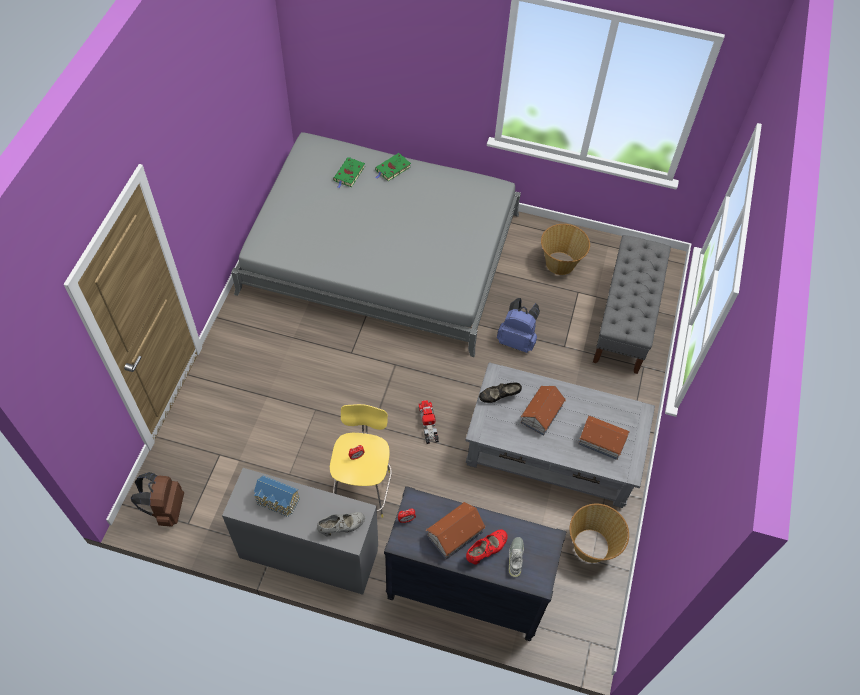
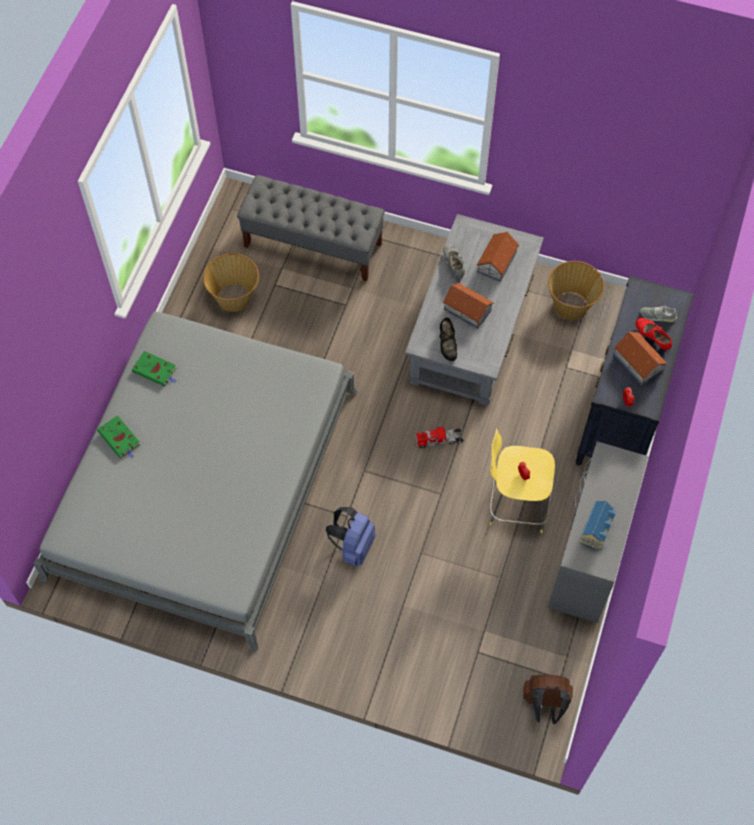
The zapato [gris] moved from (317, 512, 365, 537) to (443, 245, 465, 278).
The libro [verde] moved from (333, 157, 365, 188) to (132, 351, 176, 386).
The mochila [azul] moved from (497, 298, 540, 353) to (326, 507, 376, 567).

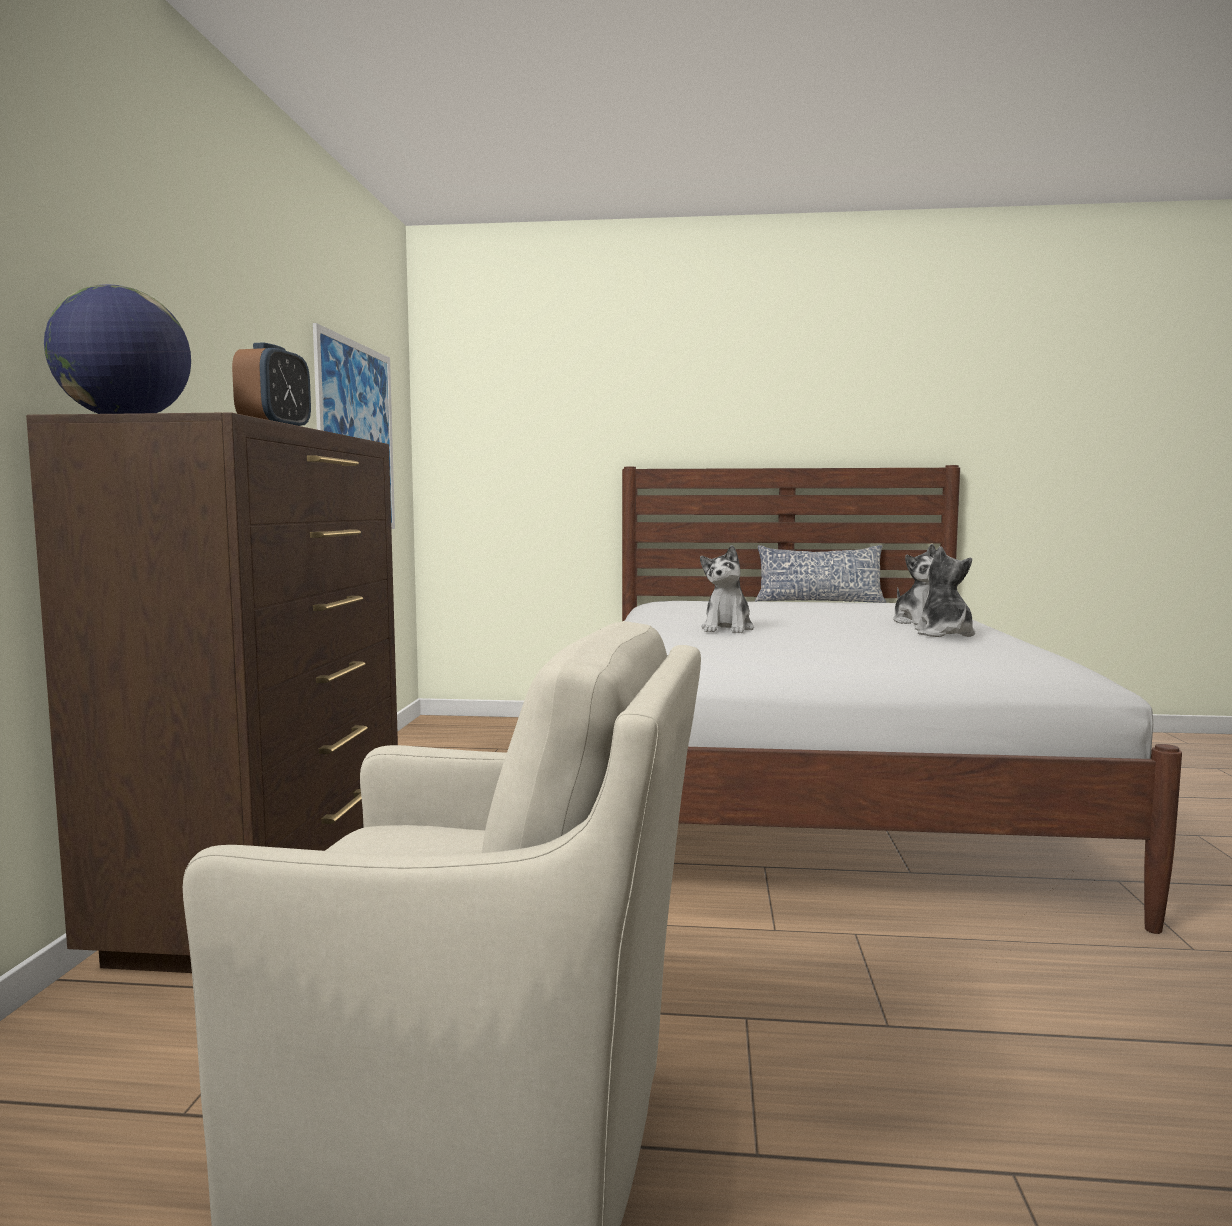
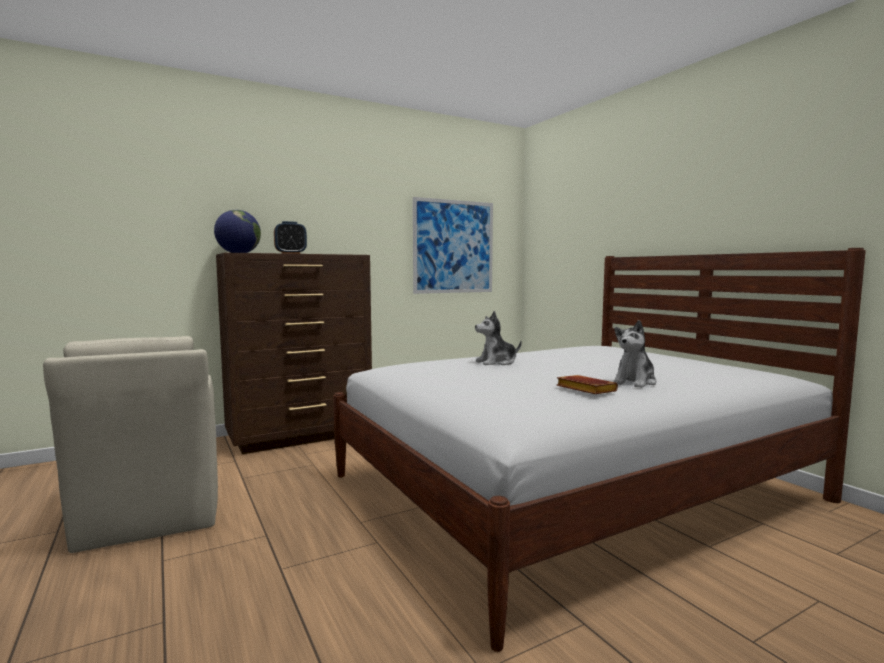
The cojín at (755, 545, 886, 603) disappeared.
The peluche at (915, 546, 975, 637) was replaced by the libro [marrón] at (557, 375, 618, 394).

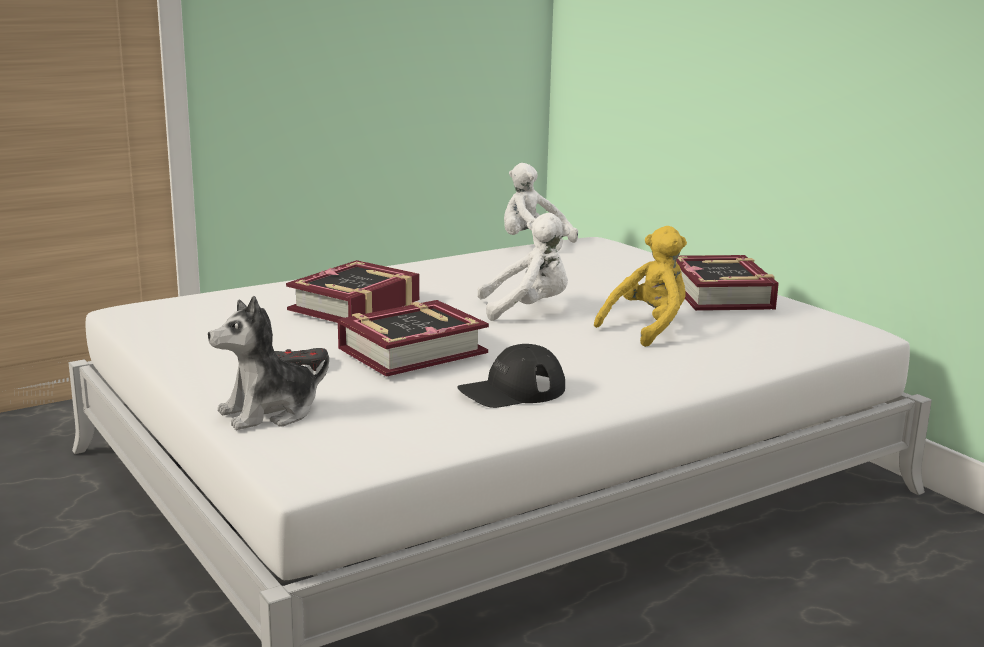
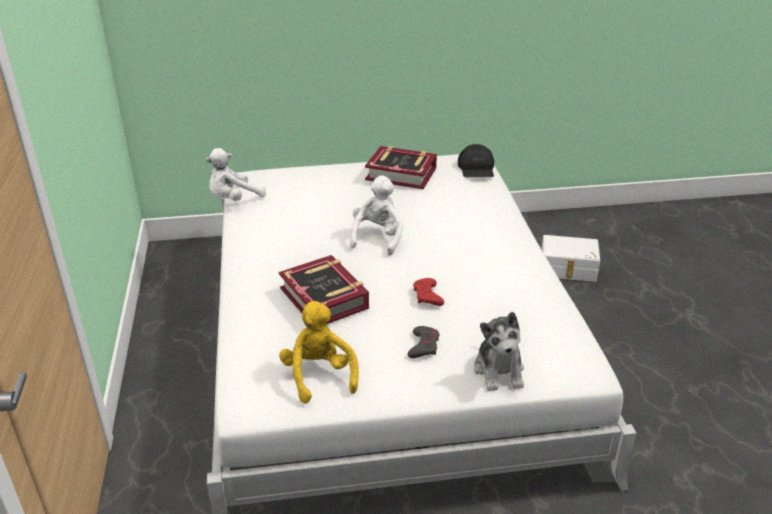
The libro at (338, 300, 489, 377) was replaced by the mando de consola [rojo] at (413, 278, 444, 306).
The gorra [negro] moved from (457, 344, 565, 408) to (458, 144, 494, 178).
The peluche [amarillo] moved from (594, 226, 687, 347) to (279, 301, 359, 404).
The caja de almacenaje [blanco] at (541, 235, 600, 282) appeared.

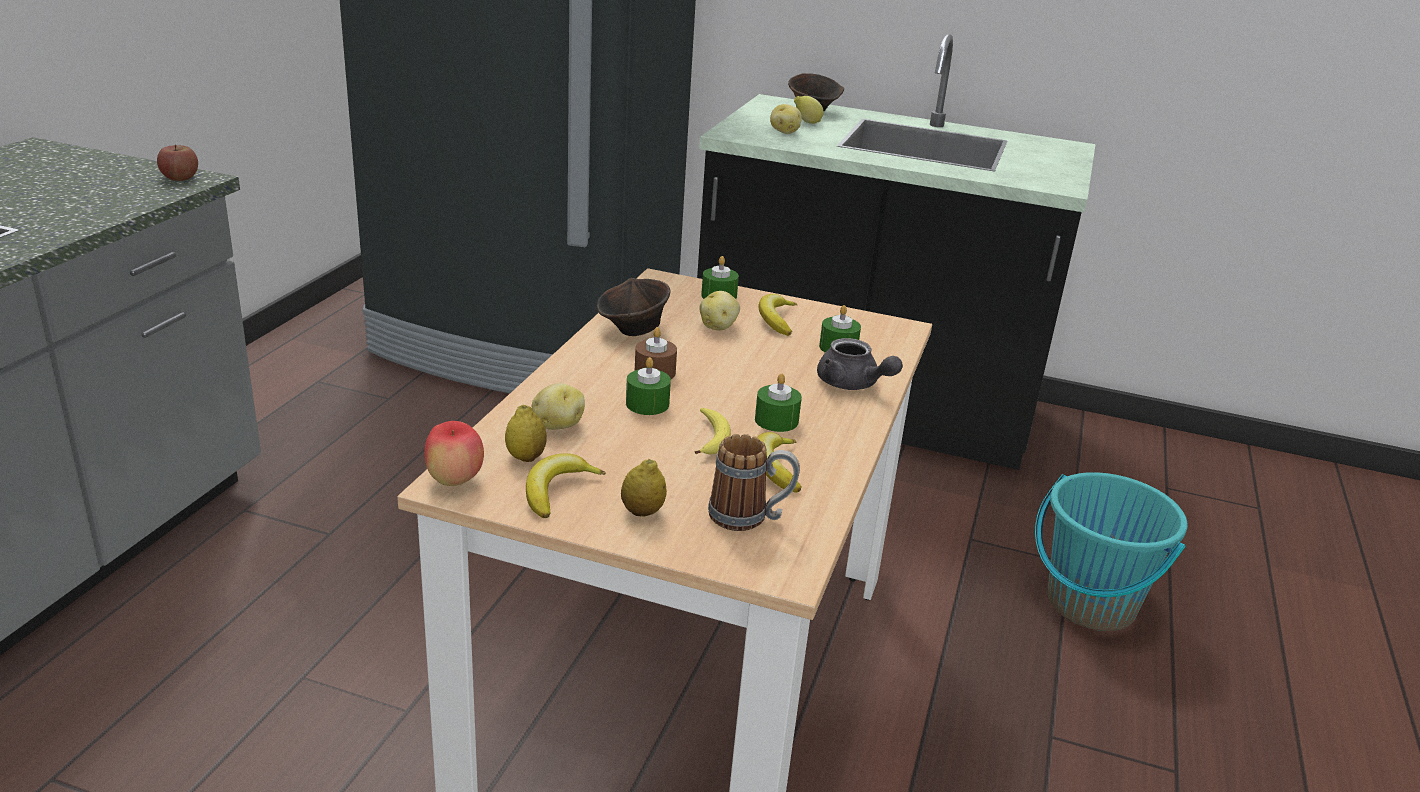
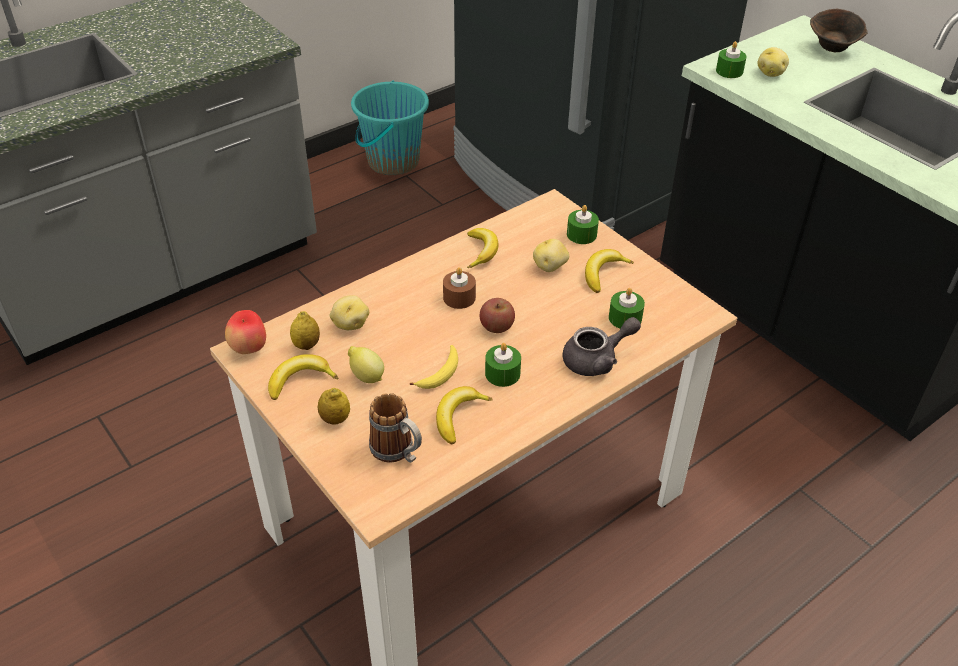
The manzana moved from (157, 145, 198, 181) to (480, 298, 515, 333).
The cuenco [marrón] at (597, 278, 670, 336) was replaced by the plátano at (467, 228, 499, 268).
The vela [verde] moved from (626, 357, 671, 415) to (716, 41, 747, 78).
The limón moved from (794, 96, 823, 124) to (348, 346, 384, 383).
The tetera [gris] at (817, 338, 903, 390) turned 105 degrees counterclockwise.
The cubo [turquesa] moved from (1035, 472, 1188, 631) to (351, 81, 429, 175).

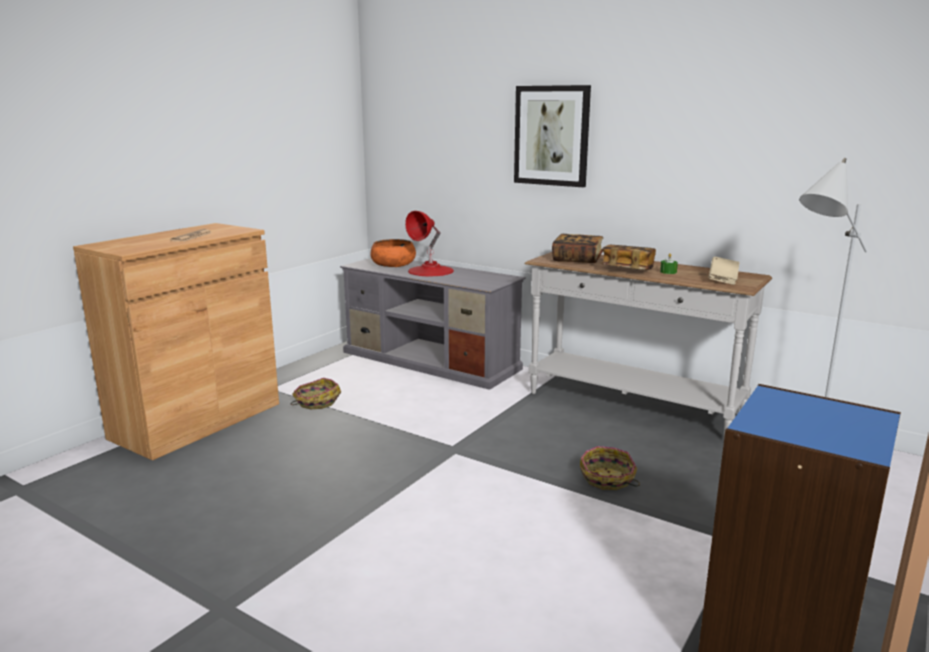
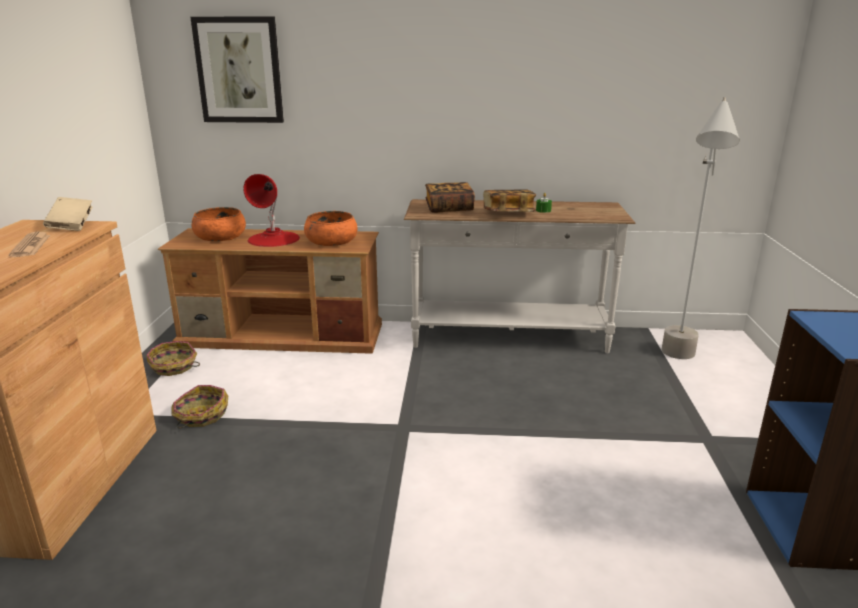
The mueble de televisión [gris] at (340, 258, 526, 390) became the mueble de televisión [marrón] at (158, 228, 382, 354).
The cuadro moved from (514, 85, 591, 187) to (190, 17, 284, 123).
The cesta moved from (580, 446, 640, 490) to (146, 341, 200, 376).
The libro [beis] moved from (709, 257, 740, 285) to (43, 197, 92, 231).
The cuenco [naranja] at (304, 211, 358, 246) appeared.

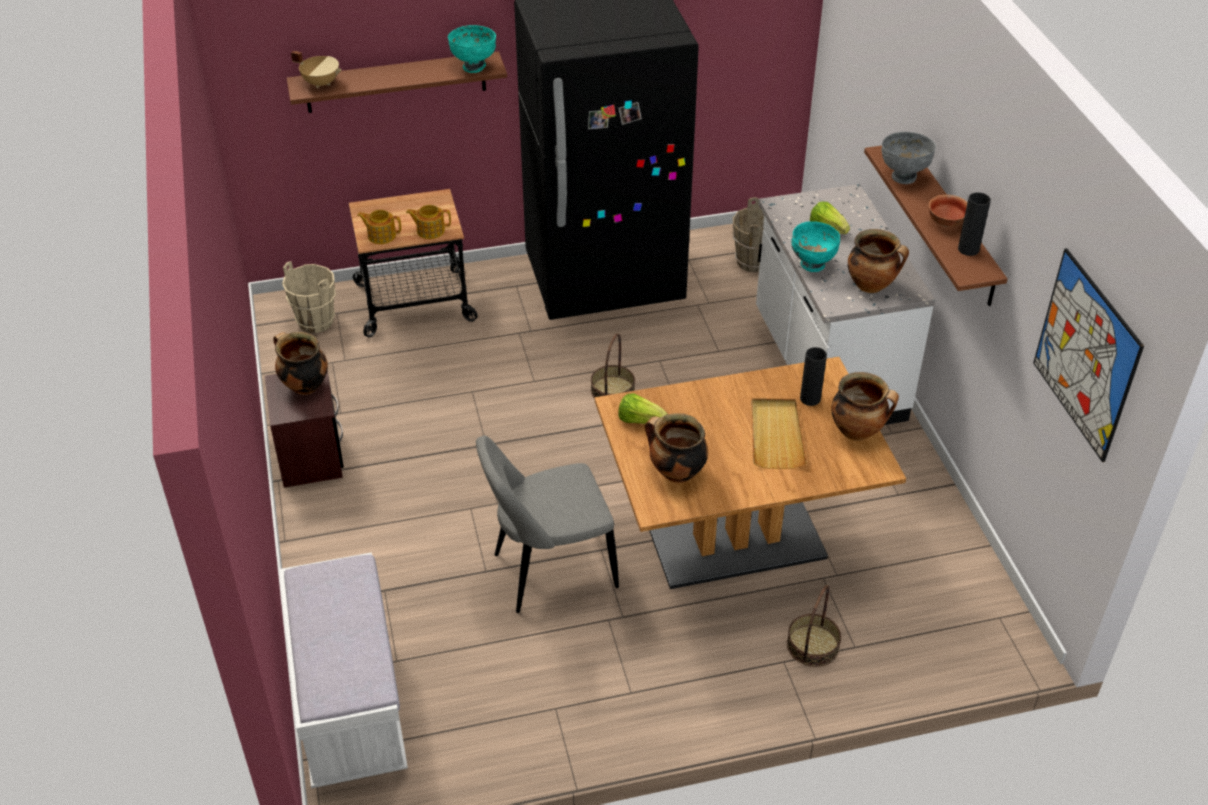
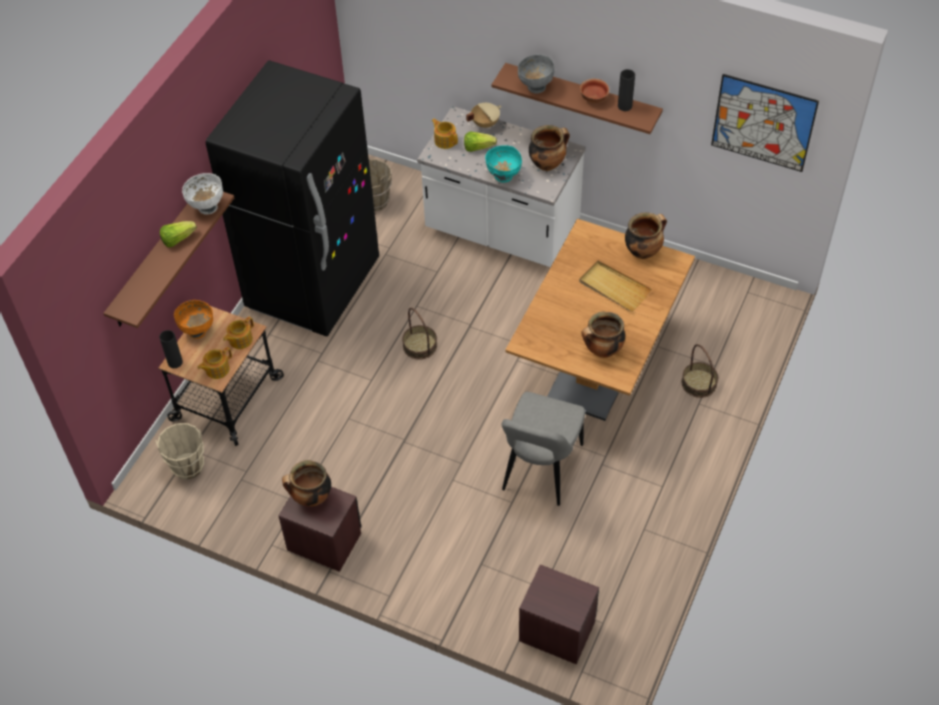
The banco [blanco] at (280, 552, 408, 788) was replaced by the mesita de noche [marrón] at (519, 564, 599, 664).
The olla [beis] moved from (291, 51, 342, 88) to (466, 103, 501, 128).
The cuenco [turquesa] at (448, 25, 496, 73) became the cuenco [blanco] at (182, 173, 223, 215).
The lechuga moved from (618, 393, 668, 424) to (160, 221, 197, 248).
The florero [negro] moved from (800, 347, 827, 406) to (159, 330, 183, 368).
The cuenco [naranja] at (174, 300, 213, 339) appeared.
The tetera at (432, 119, 458, 149) appeared.

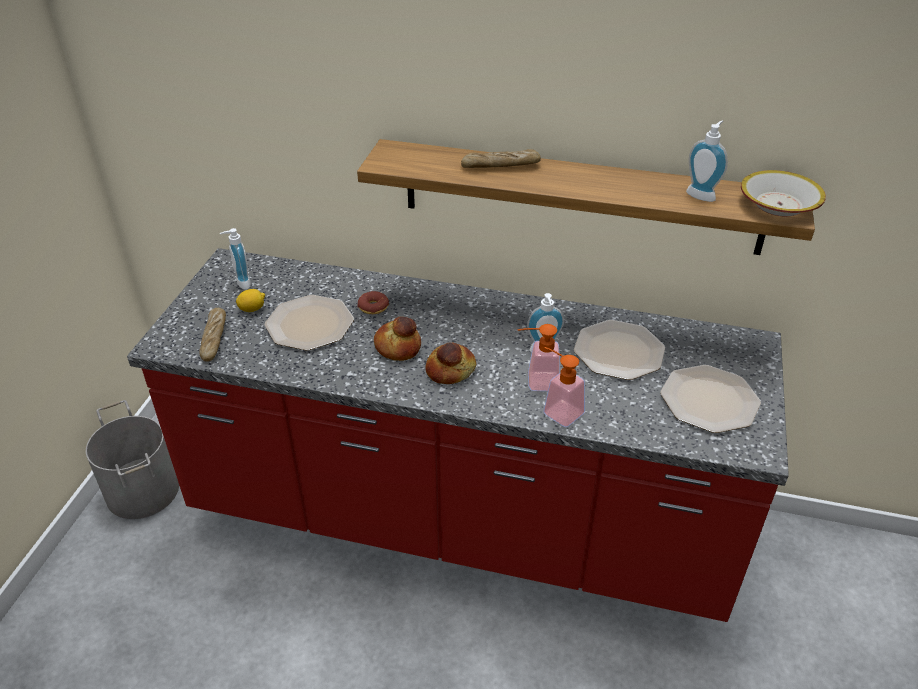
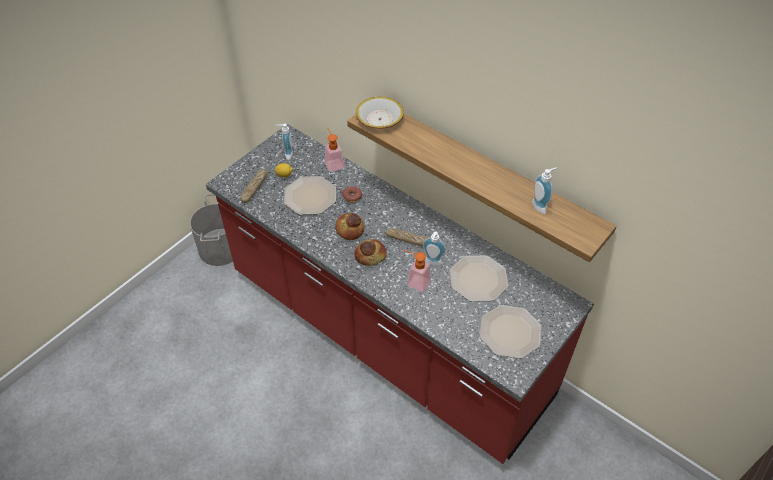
The pan moved from (461, 149, 541, 168) to (385, 228, 428, 246).
The dispensador de jabón moved from (543, 347, 585, 427) to (325, 128, 345, 172).
The cuenco moved from (741, 170, 826, 217) to (356, 97, 404, 129).

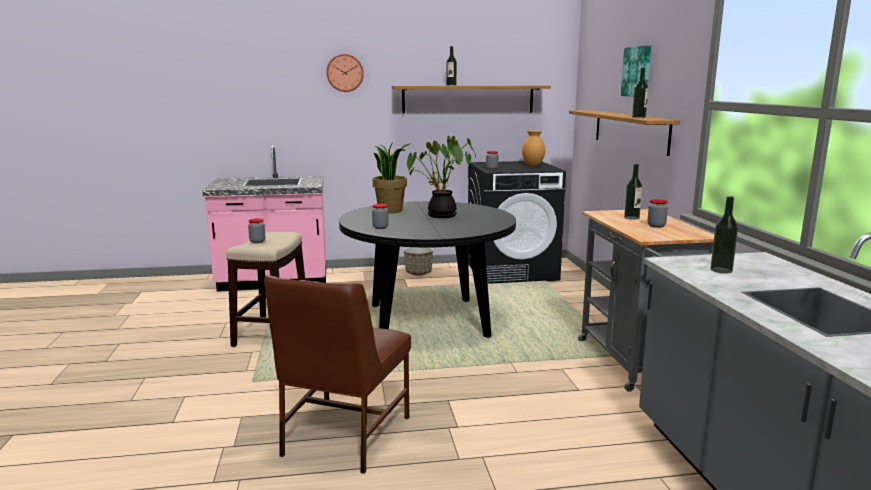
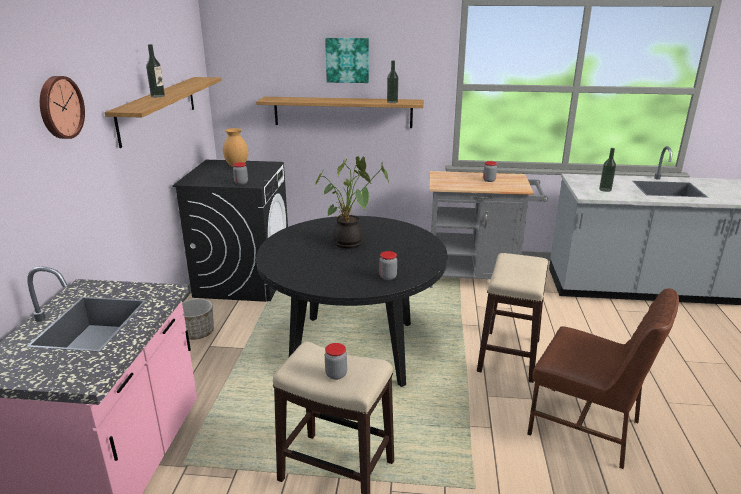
The planta en maceta at (373, 142, 411, 213) disappeared.
The botella at (624, 164, 642, 220) disappeared.
The taburete at (477, 253, 548, 383) appeared.

